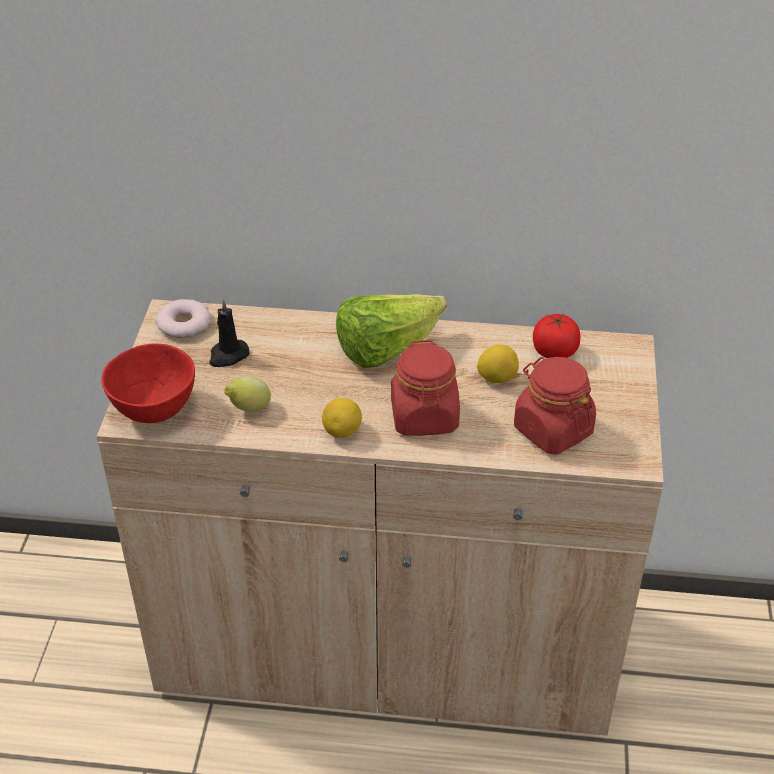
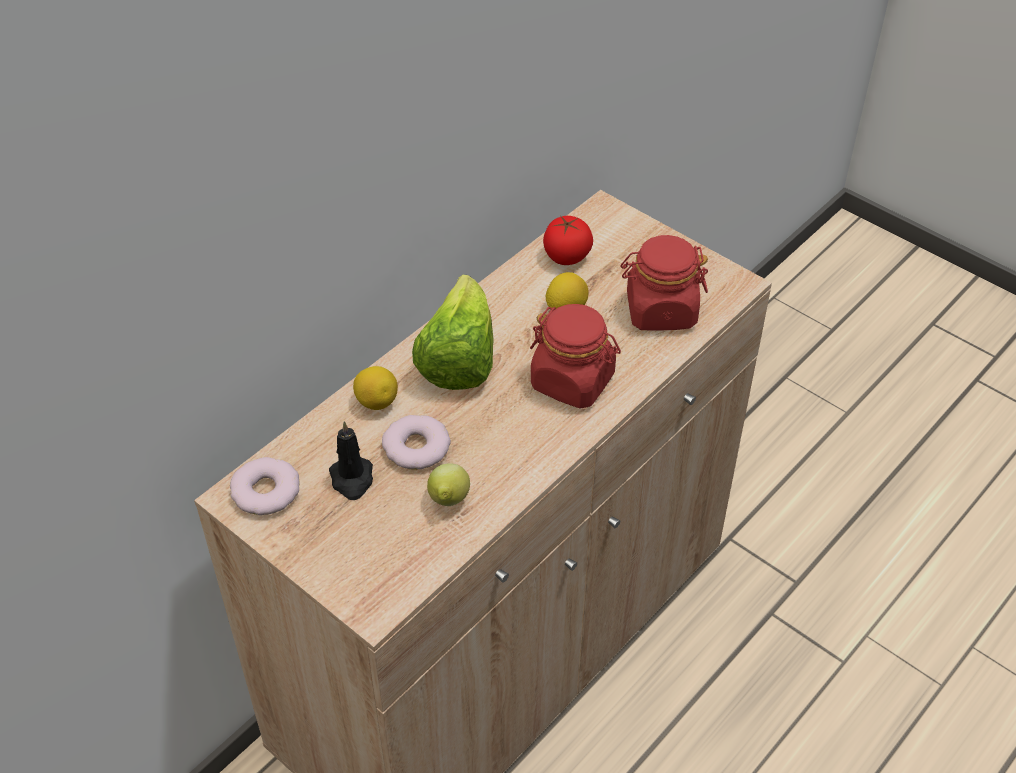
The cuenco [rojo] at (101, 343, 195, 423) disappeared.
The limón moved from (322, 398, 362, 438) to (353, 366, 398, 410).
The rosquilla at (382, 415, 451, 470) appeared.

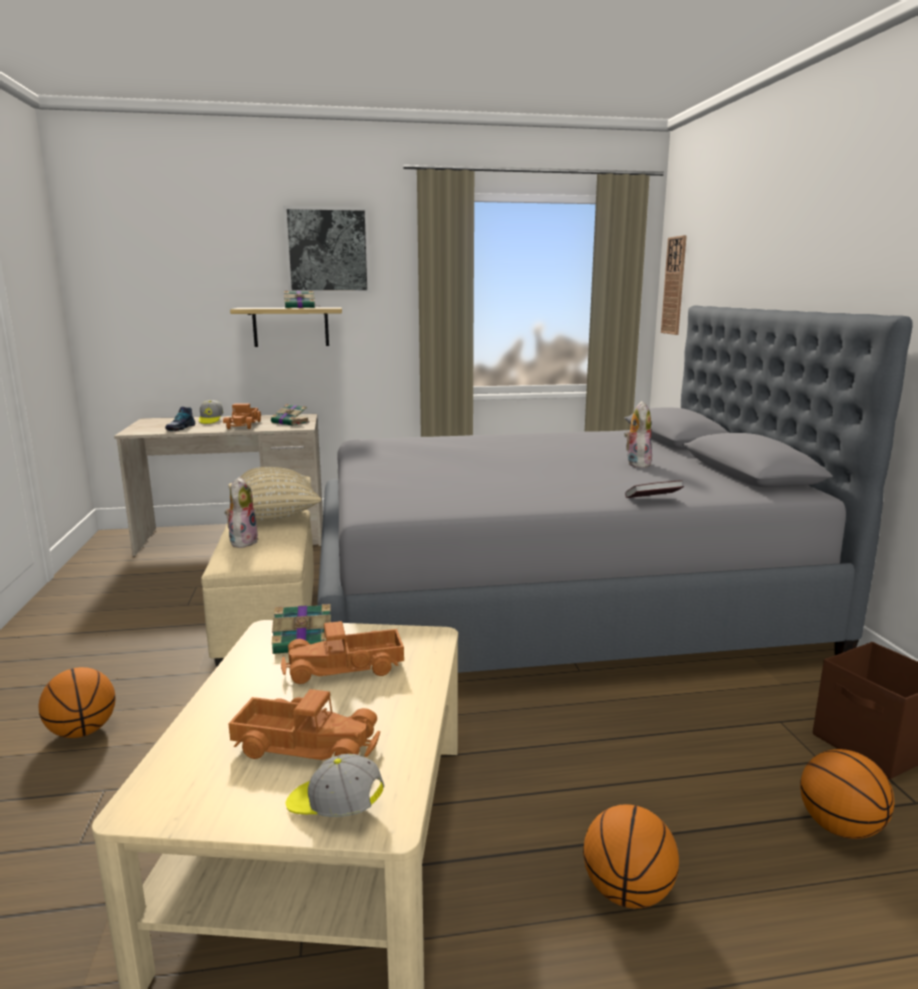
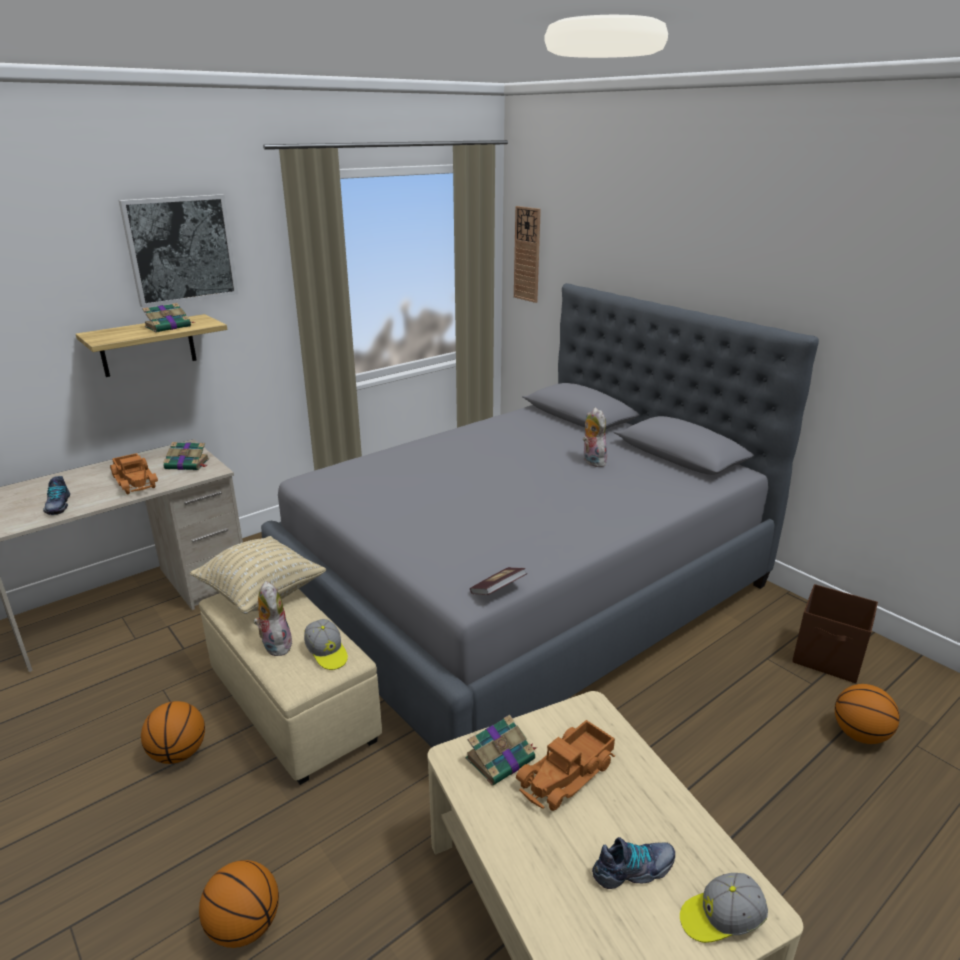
The gorra moved from (199, 400, 223, 424) to (304, 619, 348, 670).
The camión de juguete at (228, 689, 380, 760) was replaced by the zapato at (592, 837, 675, 889).
The balón de baloncesto moved from (583, 804, 679, 909) to (141, 701, 205, 764).
The libro moved from (625, 480, 684, 498) to (470, 567, 527, 595).

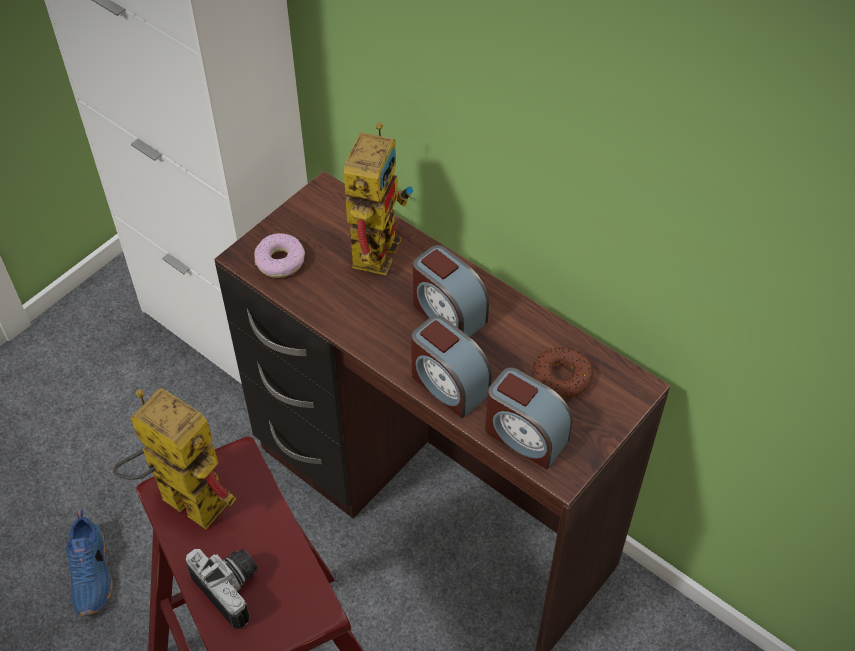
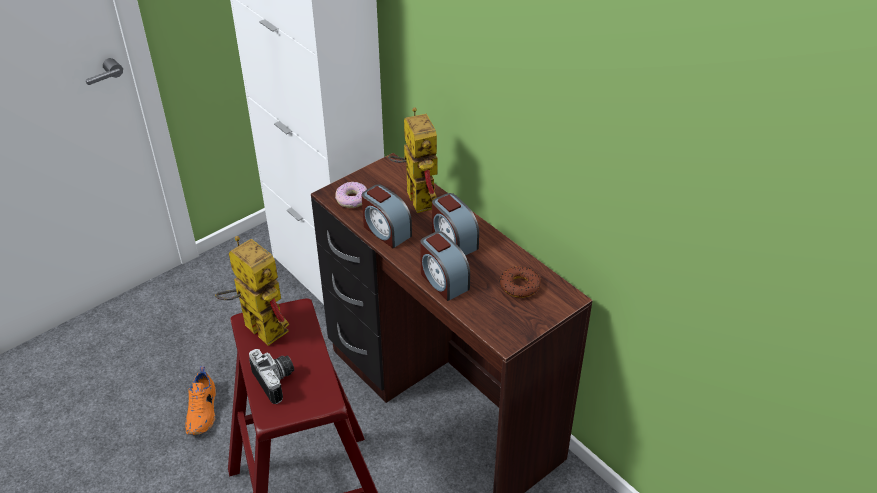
The zapato [azul] at (66, 510, 113, 616) became the zapato [naranja] at (185, 366, 216, 435).
The robot de juguete at (344, 122, 413, 275) turned 45 degrees counterclockwise.
The despertador moved from (485, 367, 573, 470) to (361, 184, 412, 248).

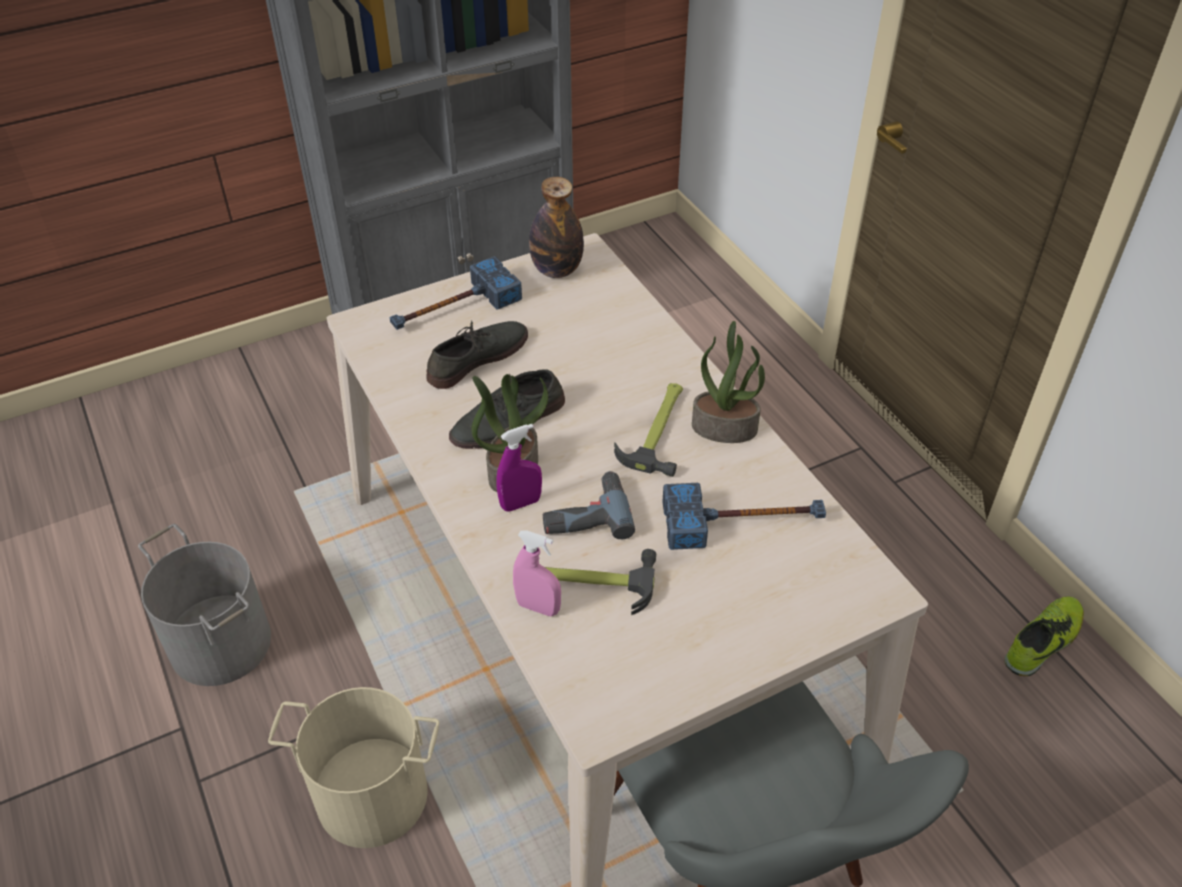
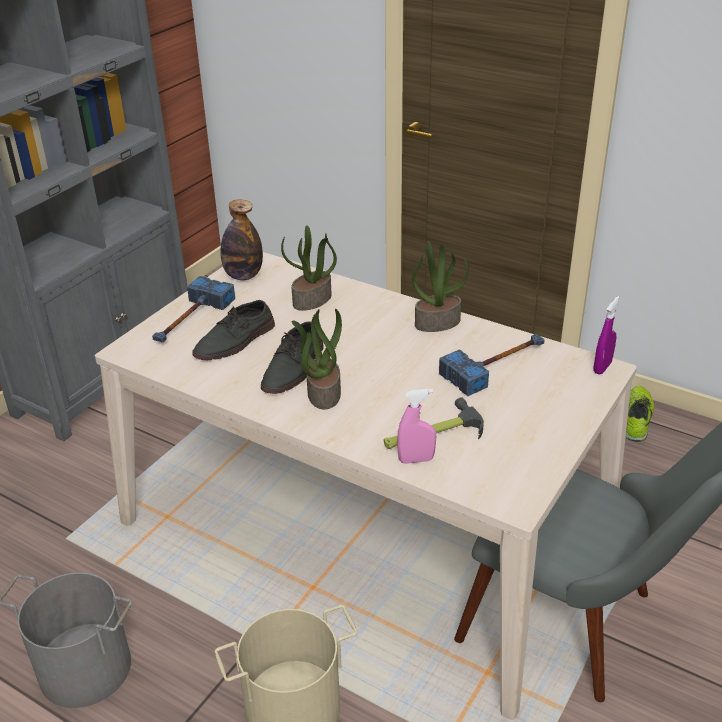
The zapato [gris] at (427, 320, 528, 389) turned 150 degrees counterclockwise.
The pulverizador [morado] moved from (496, 424, 542, 512) to (593, 296, 620, 374).
The taladro at (543, 471, 635, 540) disappeared.
The martillo at (614, 383, 683, 477) disappeared.
The planta en maceta at (281, 226, 337, 311) appeared.

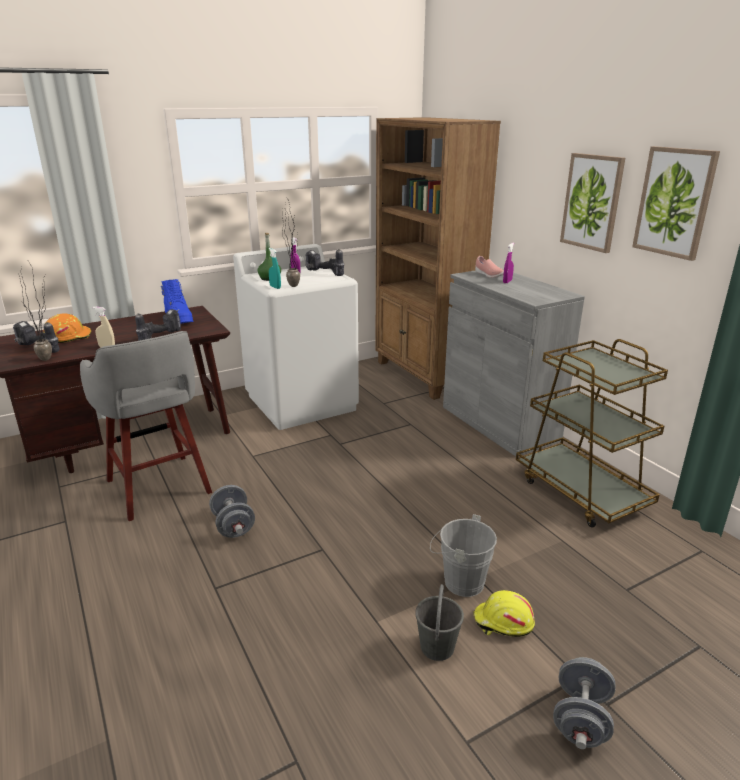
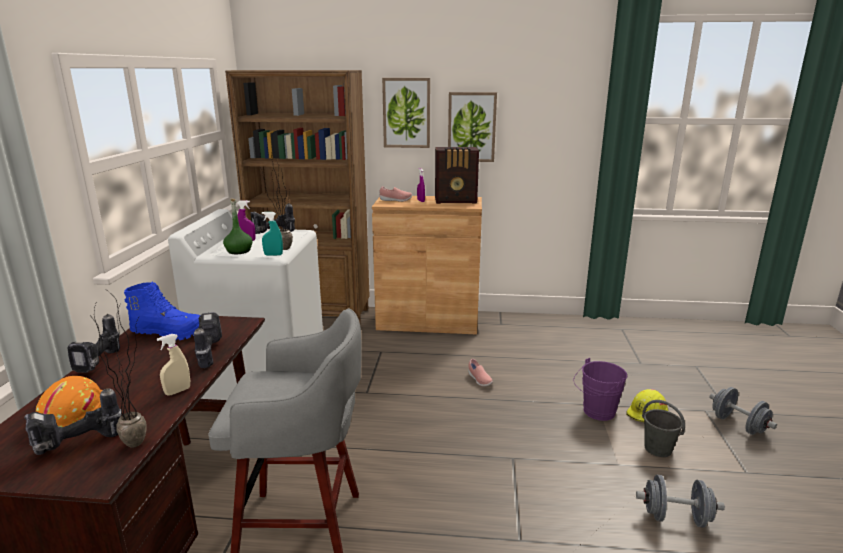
The mancuerna [gris] moved from (209, 485, 255, 538) to (636, 475, 725, 528).
The cubo [gris] at (430, 514, 497, 597) became the cubo [morado] at (574, 358, 628, 421).
The armario [gris] at (443, 269, 585, 456) became the armario [marrón] at (372, 196, 482, 334).
The carrito [marrón] at (516, 339, 668, 528) disappeared.
The cuadro moved from (632, 146, 720, 261) to (382, 78, 430, 148).
The taladro at (67, 314, 120, 373) appeared.
The radio at (435, 147, 479, 204) appeared.
The zapato [rosa] at (468, 359, 493, 387) appeared.

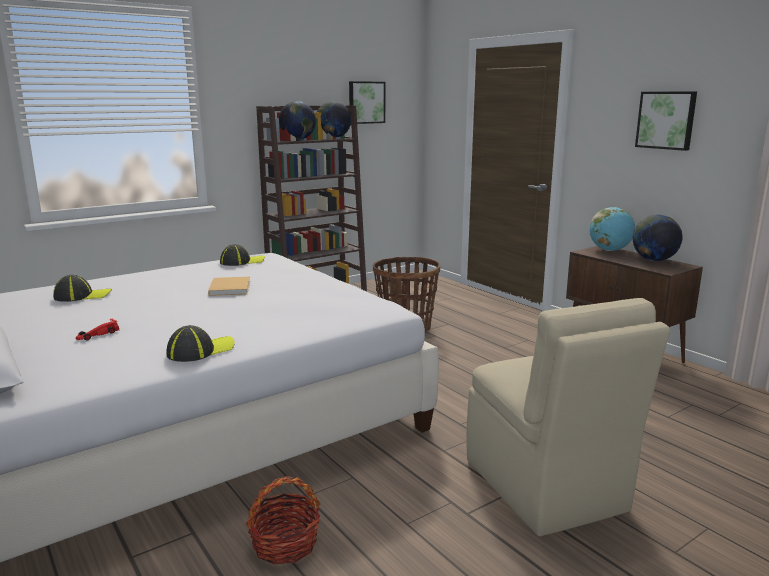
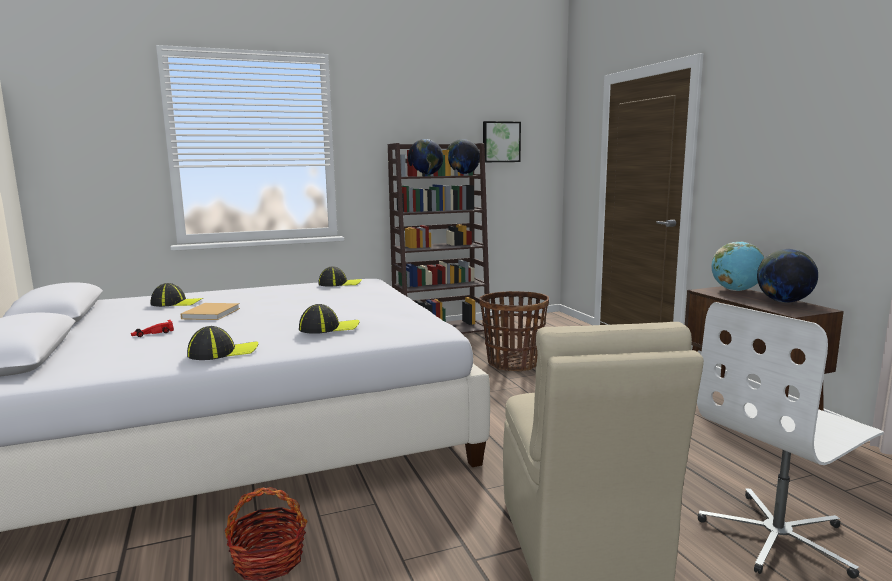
The libro [beis] moved from (208, 276, 250, 296) to (181, 303, 240, 320).
The cuadro at (635, 91, 697, 151) disappeared.
The gorra at (299, 304, 360, 334) appeared.
The silla de oficina [blanco] at (697, 302, 884, 579) appeared.

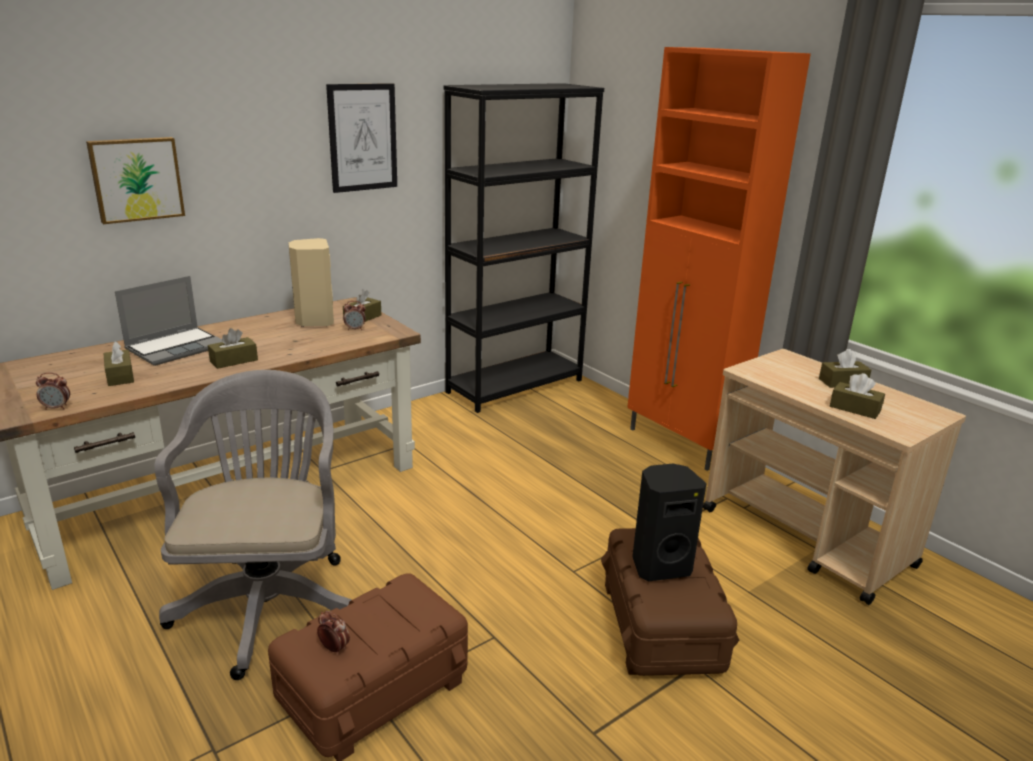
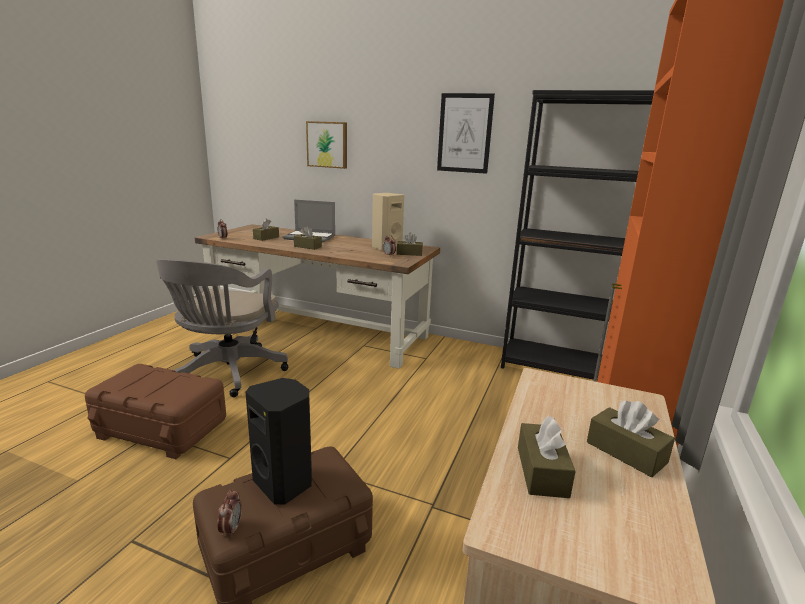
The silla de oficina [gris] at (154, 370, 351, 680) turned 135 degrees clockwise.
The despertador moved from (317, 611, 350, 655) to (217, 489, 242, 538).

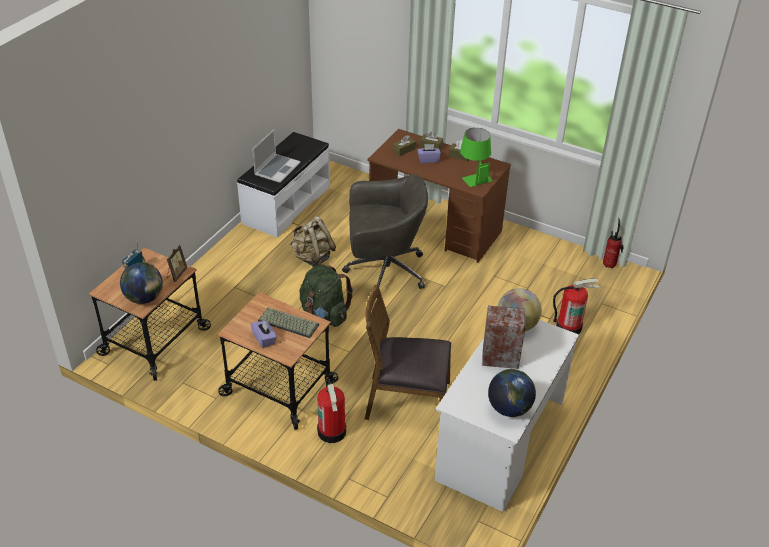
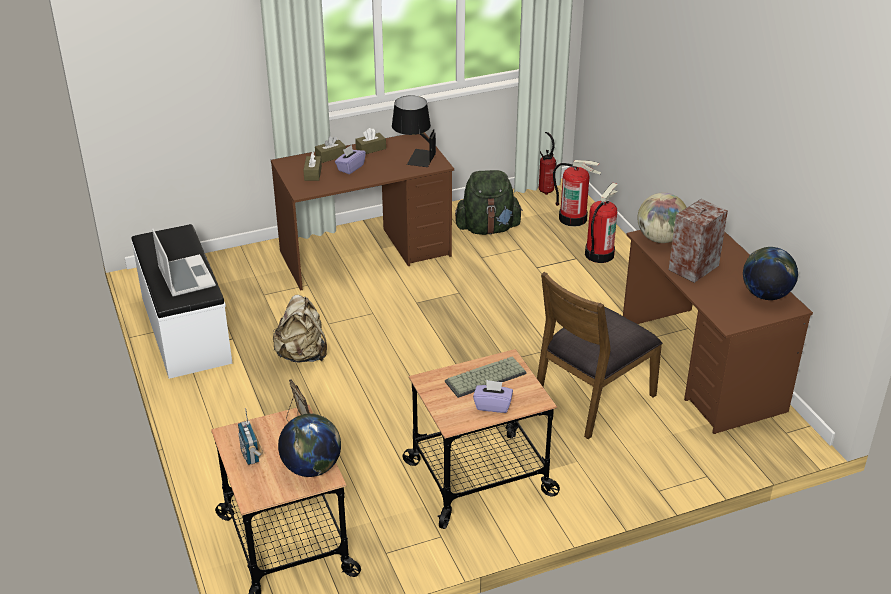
The mochila [verde] moved from (300, 265, 353, 327) to (455, 170, 523, 235).
The extintor moved from (317, 377, 346, 443) to (553, 160, 601, 227).
The silla de oficina [gris] at (342, 174, 428, 298) disappeared.
The escritorio [blanco] at (435, 320, 579, 512) became the escritorio [marrón] at (623, 230, 813, 434).
The lámpara de mesa [verde] at (460, 128, 493, 187) became the lámpara de mesa [negro] at (392, 95, 436, 167).

